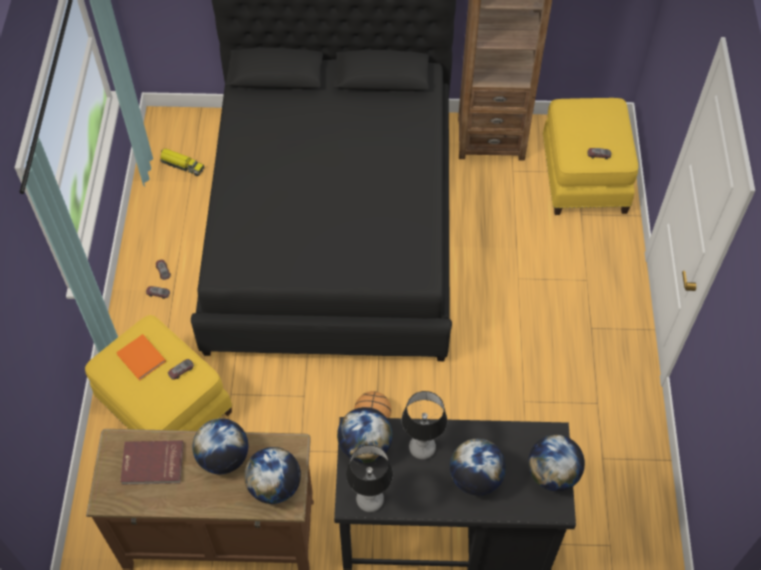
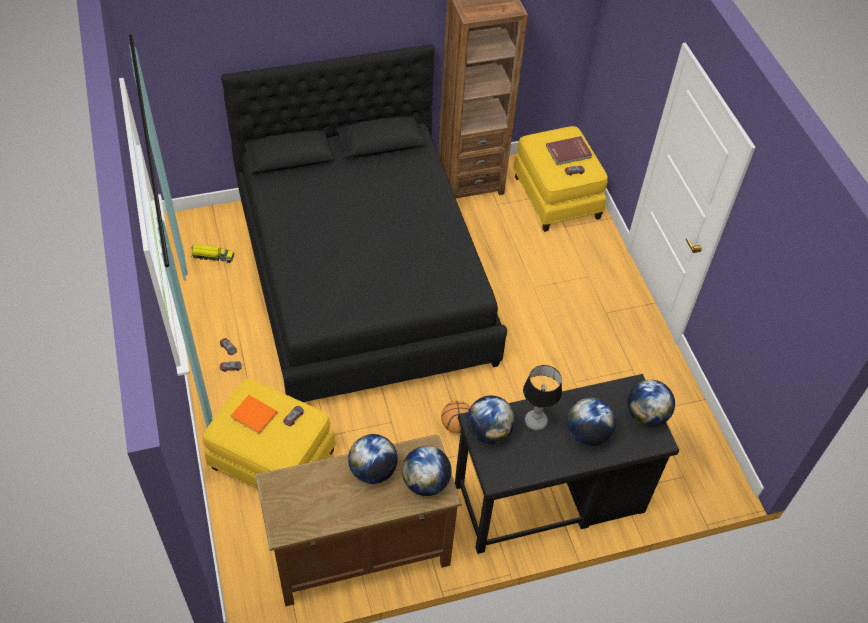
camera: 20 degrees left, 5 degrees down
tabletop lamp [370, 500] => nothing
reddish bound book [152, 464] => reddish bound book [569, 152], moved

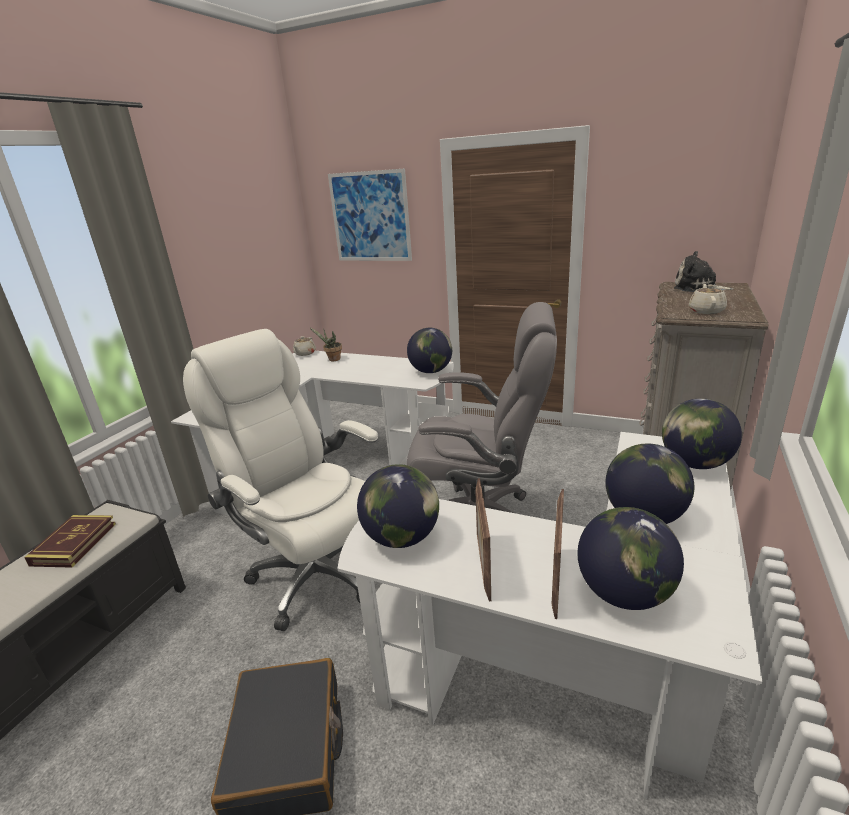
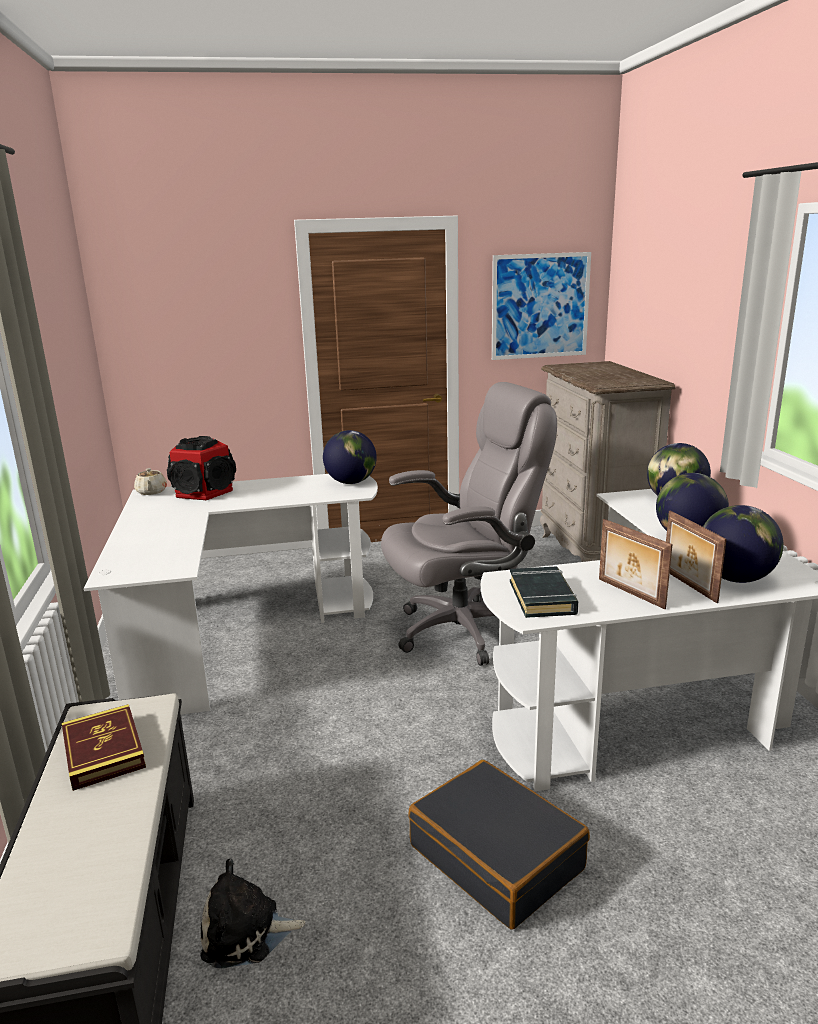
camera: 35 degrees left, 5 degrees down
white-coloured office chair [314, 575] => nothing
sand-coloured pot for tea [706, 311] => nothing
wall art [370, 217] => wall art [540, 306], moved
soft toy [698, 288] => soft toy [246, 933], moved
houseplant [332, 359] => loudspeaker [205, 492]
world globe [402, 538] => black-coloured bound book [542, 597]

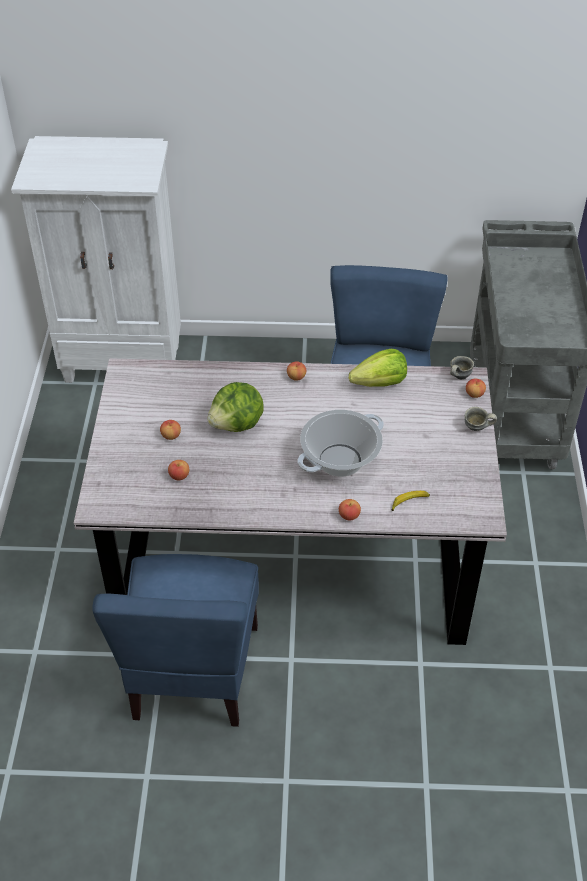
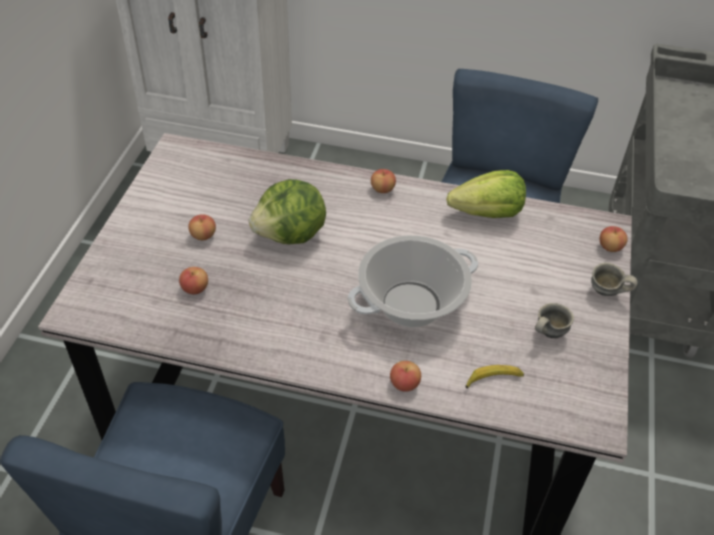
camera: 10 degrees right, 0 degrees up
gray tea mug [458, 377] => gray tea mug [547, 332], moved

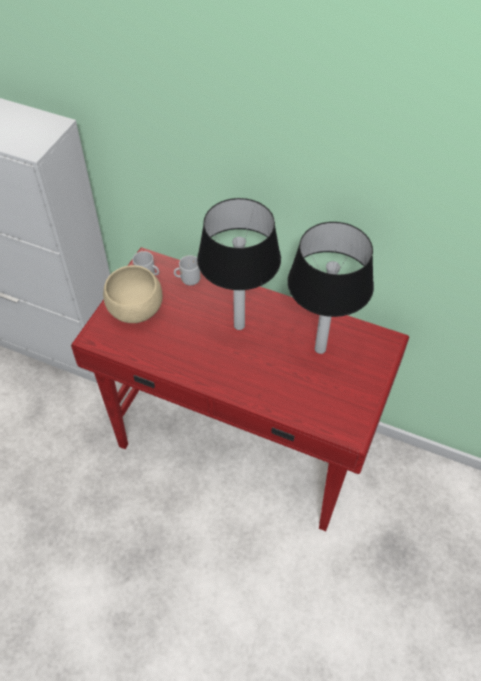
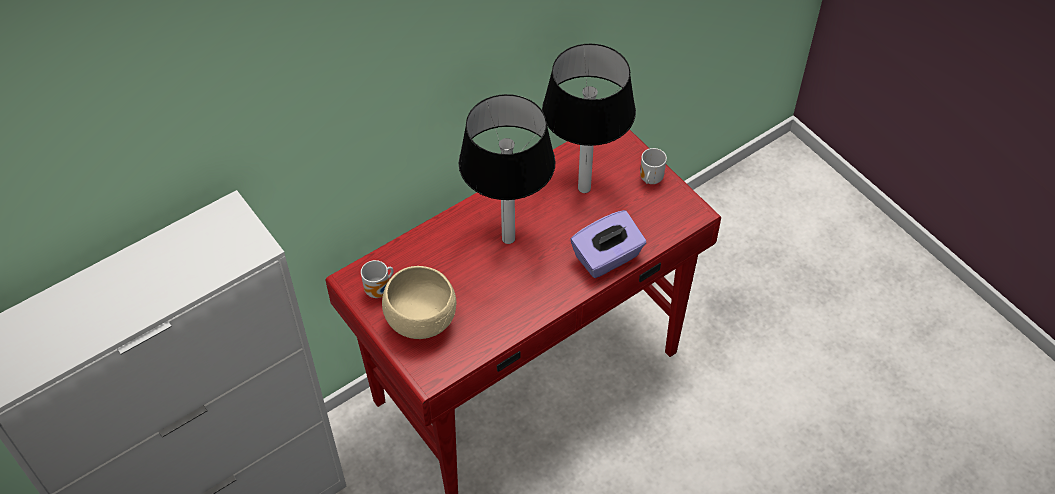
camera: 60 degrees left, 0 degrees up
nothing => purple-coloured tissue holder [607, 258]
tea mug [189, 280] => tea mug [649, 179], moved

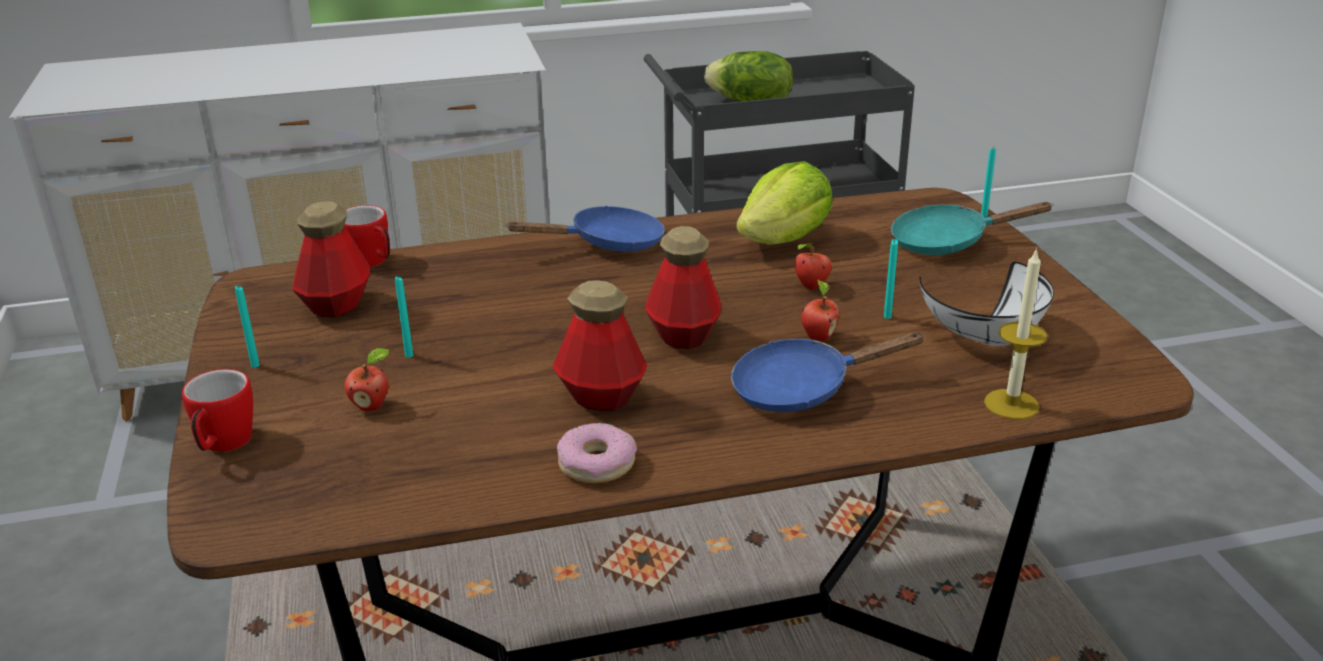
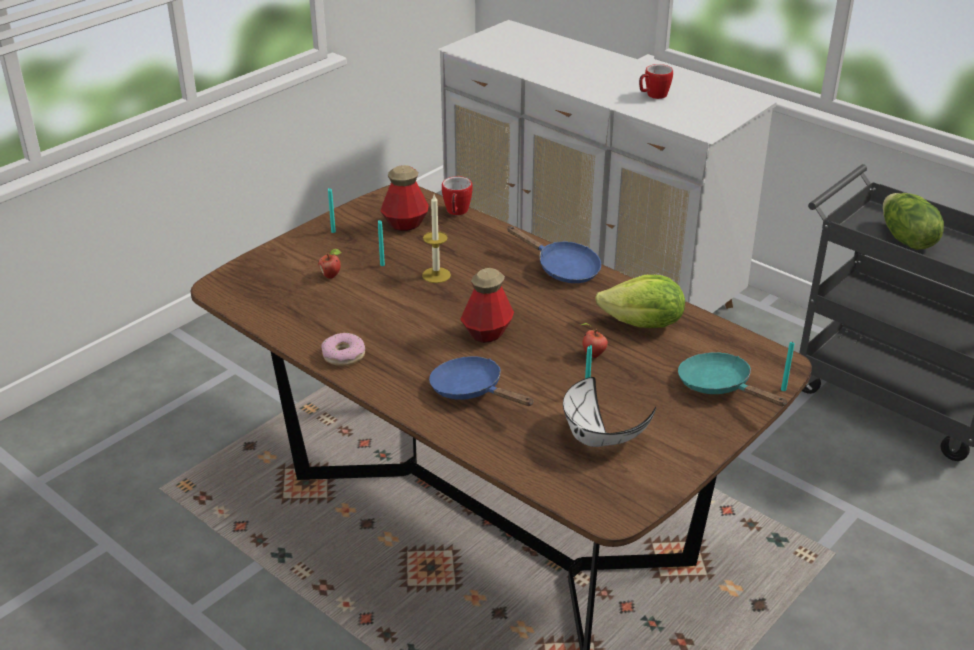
camera: 55 degrees right, 5 degrees up
drink bottle [601, 396] => nothing
whole apple [818, 336] => nothing
tea mug [223, 445] => tea mug [653, 96], moved
wax candle [1011, 404] => wax candle [436, 275], moved

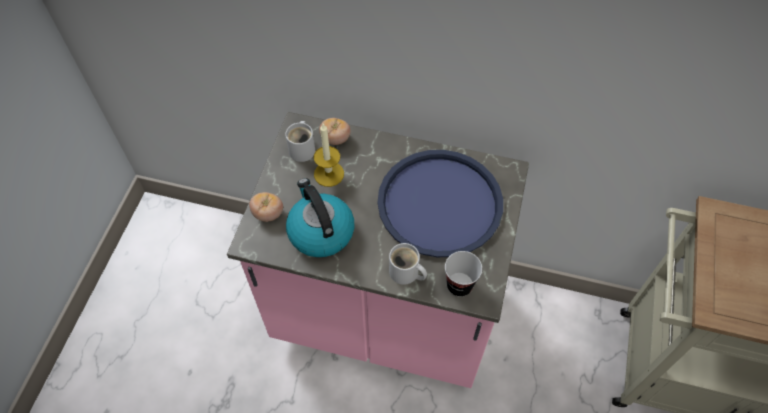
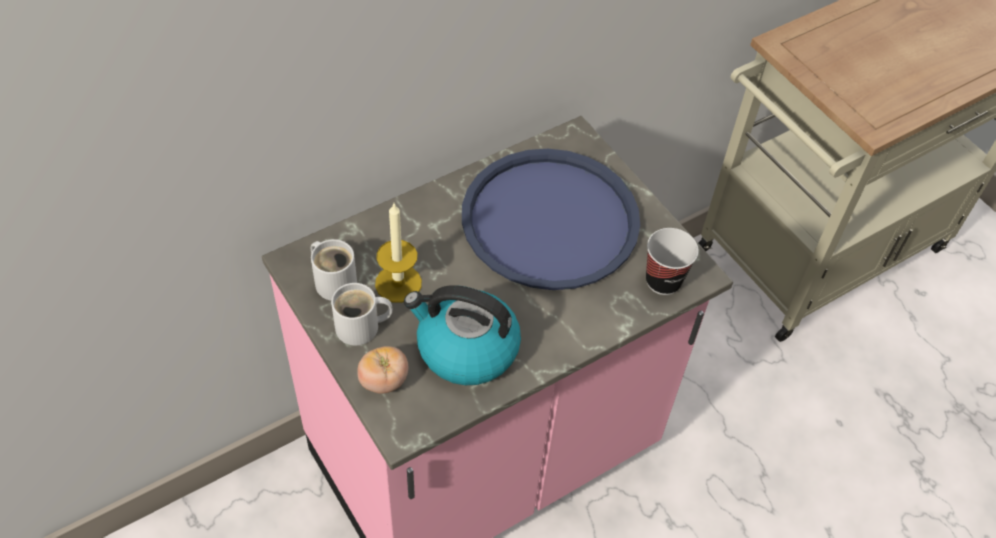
camera: 50 degrees left, 5 degrees down
whole tomato [335, 139] => nothing
white-coloured tea mug [405, 273] => white-coloured tea mug [361, 328], moved

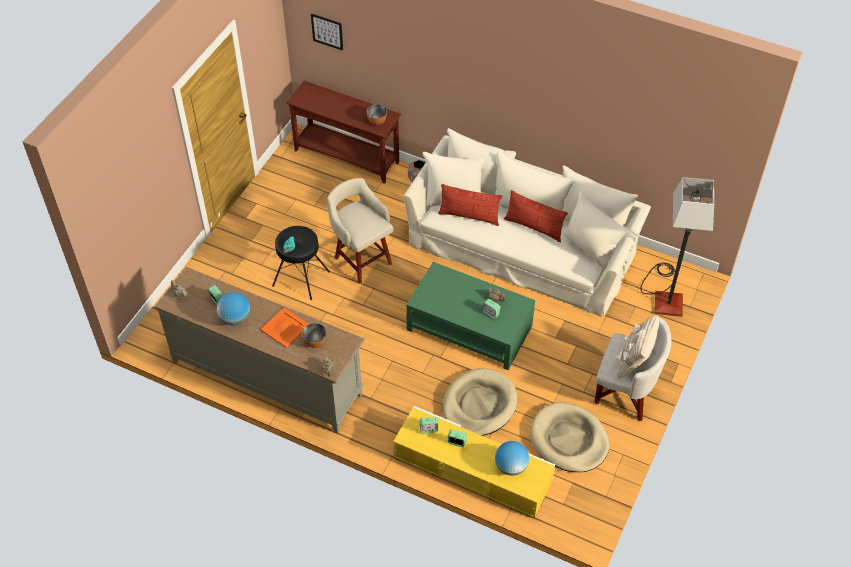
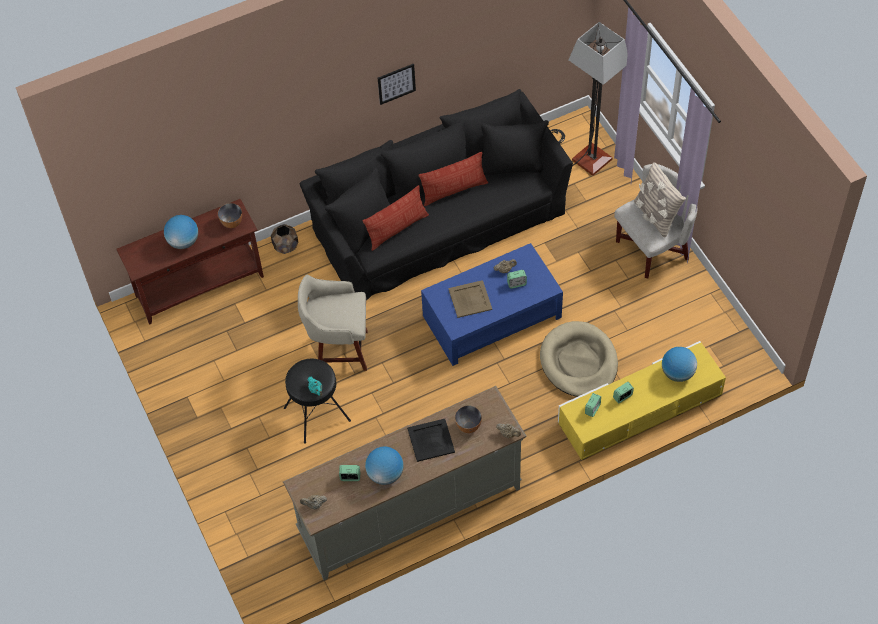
camera: 50 degrees left, 5 degrees up
sand-coloured dog bed [569, 440] => nothing
nothing => world globe [183, 242]
nothing => sand-coloured serving tray [470, 299]
wall art [327, 31] => wall art [396, 83], moved
orangey serving tray [285, 328] => black-coloured serving tray [431, 440]
sand-coloured couch [522, 247] => black-coloured couch [439, 220]
green low table [469, 328] => blue-coloured low table [492, 317]

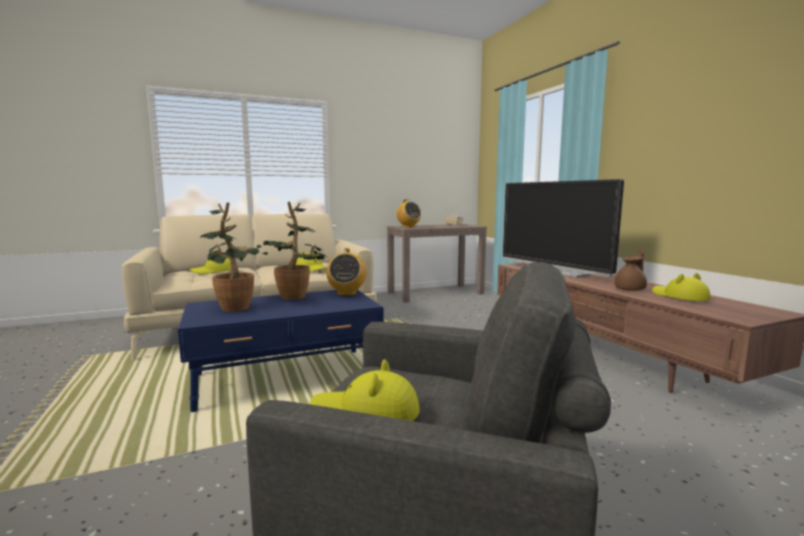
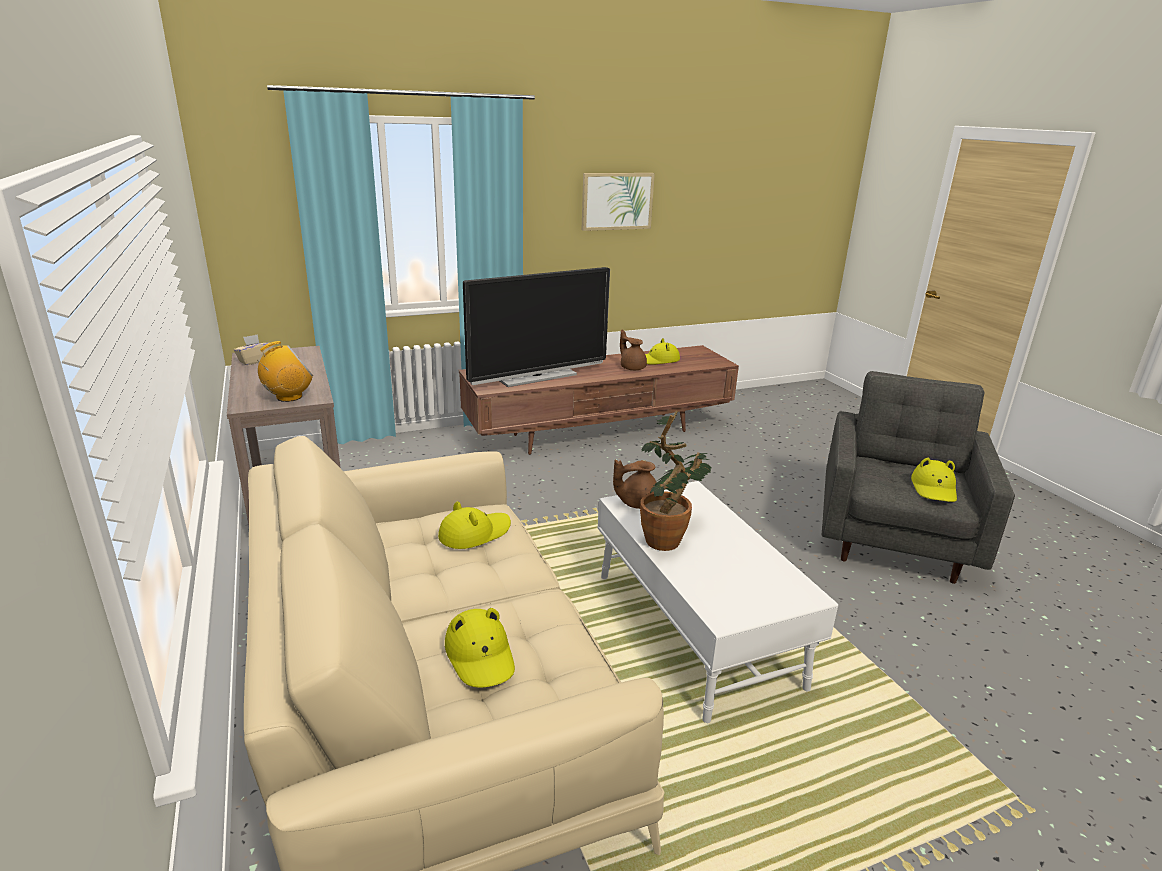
camera: 90 degrees left, 15 degrees up
houseplant [234, 306] => nothing
nothing => wall art [617, 201]
radio receiver [346, 293] => brown-coloured pot for tea [636, 502]
blue-coloured low table [287, 377] => white-coloured low table [694, 627]

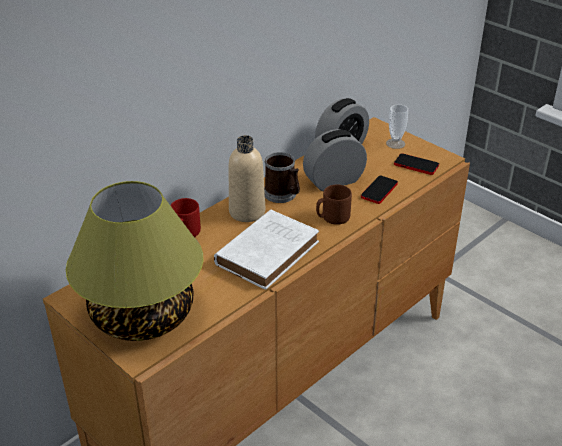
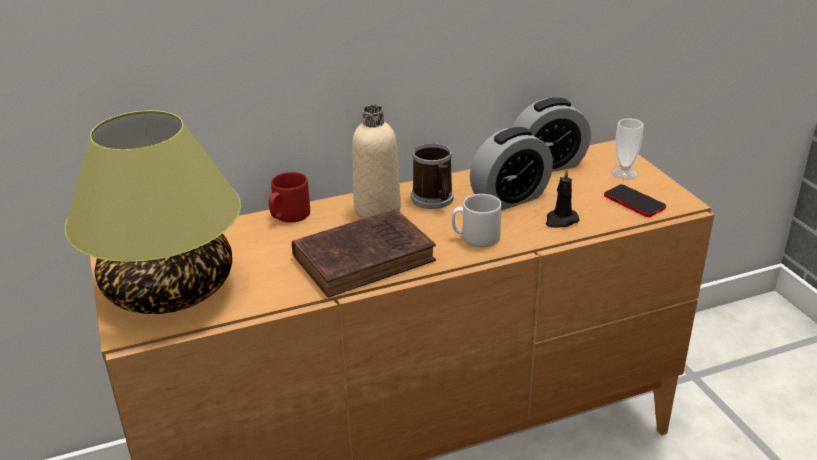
camera: 25 degrees right, 5 degrees down
handset [379, 190] => black-coloured wax candle [561, 220]
white-coloured bound book [269, 252] => brown-coloured bound book [367, 257]
brown-coloured tea mug [332, 217] => gray tea mug [475, 238]
bedside clock [334, 181] => bedside clock [510, 198], 150 degrees clockwise

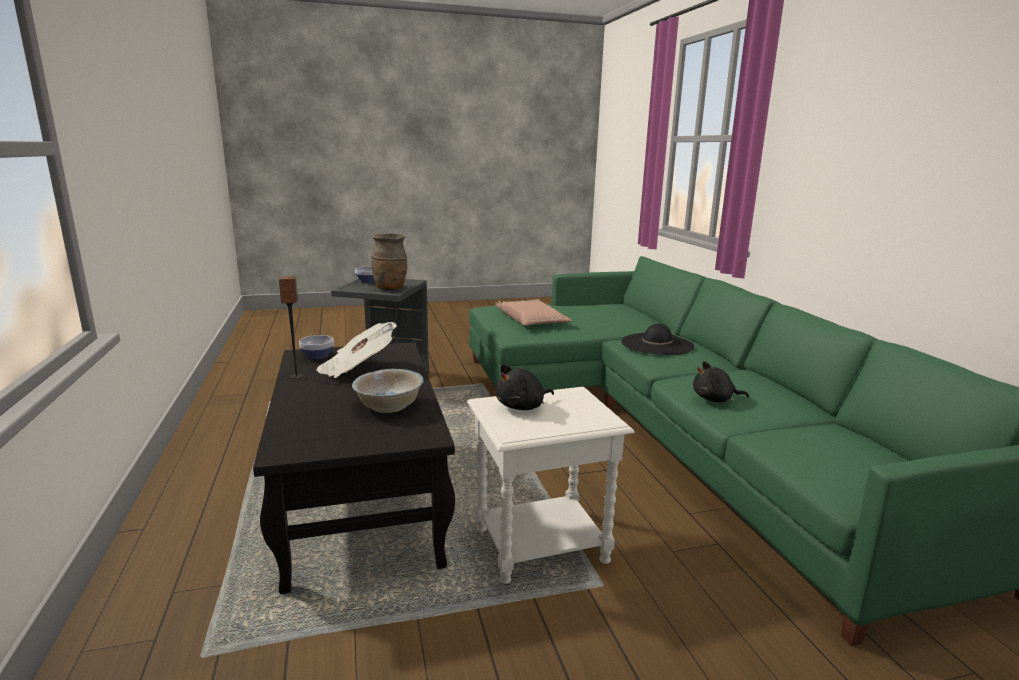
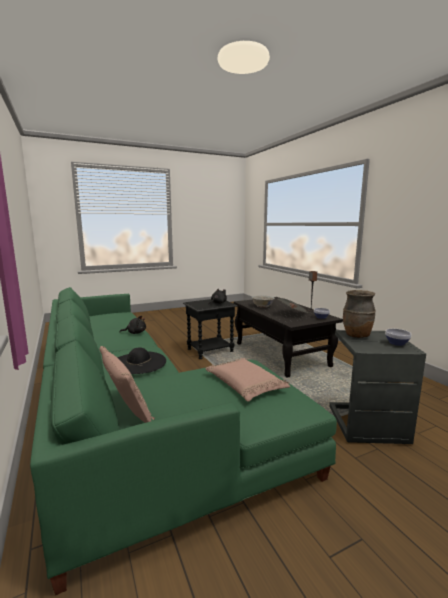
camera: 170 degrees right, 5 degrees down
nothing => sand-coloured pillow [126, 408]
white-coloured end table [541, 545] => black-coloured end table [210, 350]

